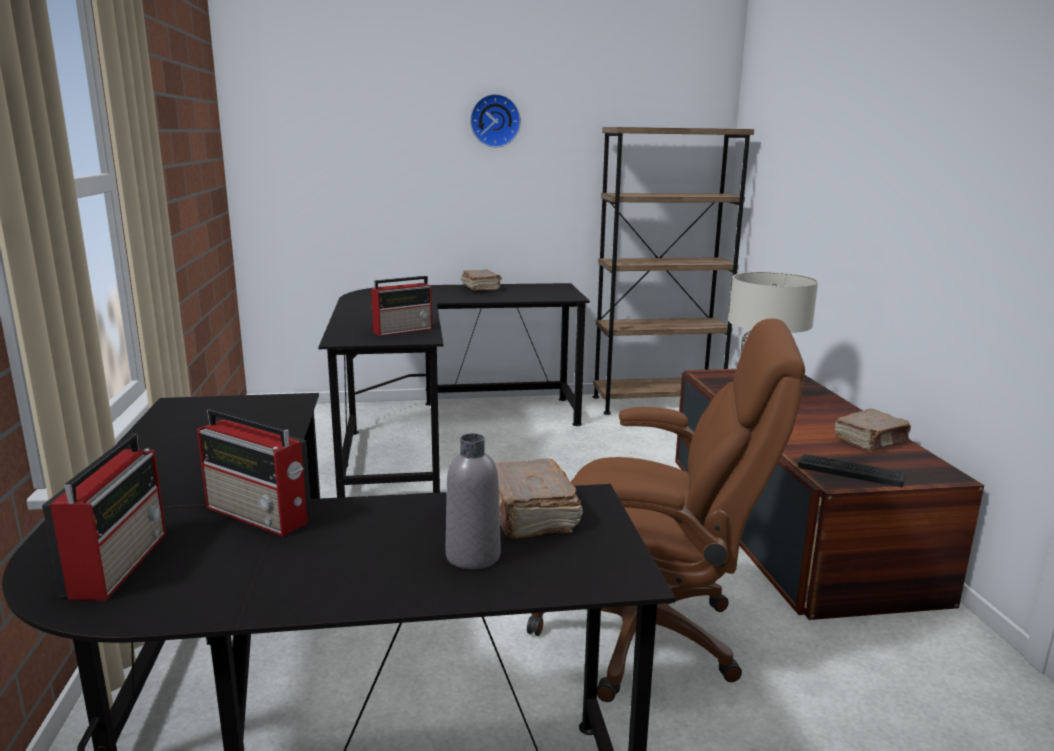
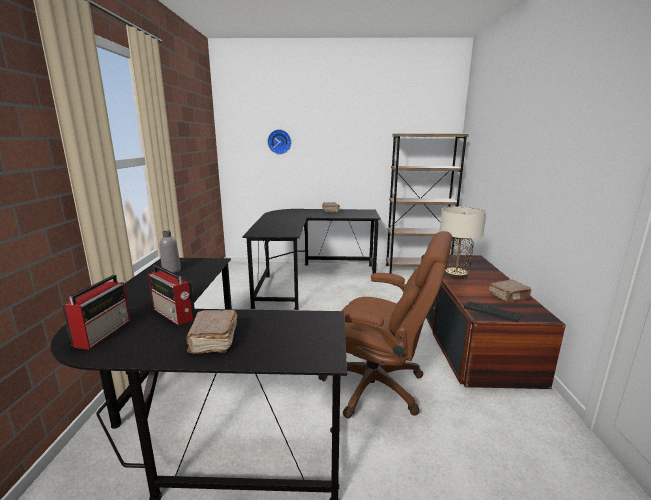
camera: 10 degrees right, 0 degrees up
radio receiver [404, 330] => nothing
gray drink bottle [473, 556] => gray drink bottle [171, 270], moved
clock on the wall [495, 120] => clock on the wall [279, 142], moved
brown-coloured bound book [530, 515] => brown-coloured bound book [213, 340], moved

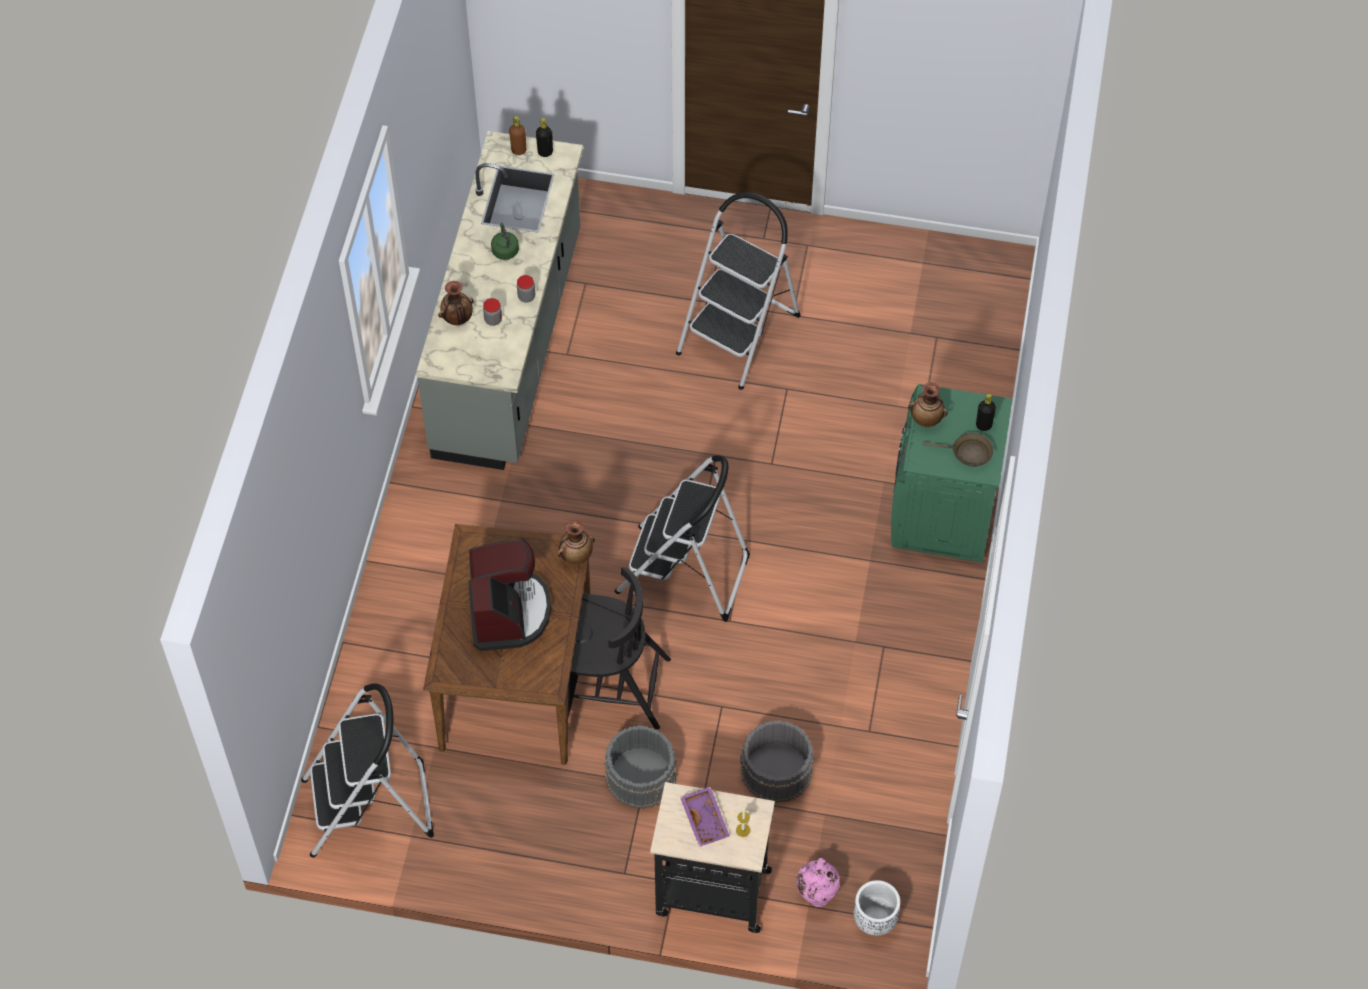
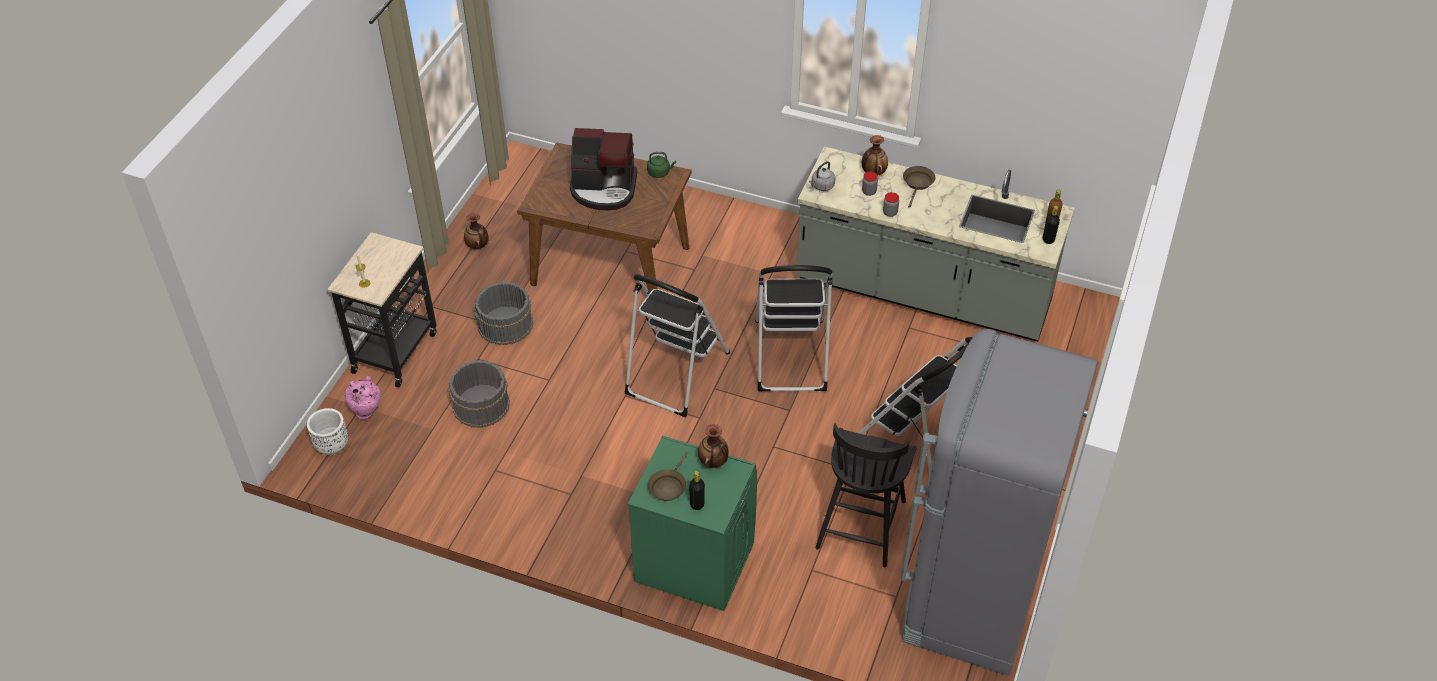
camera: 100 degrees right, 10 degrees down
purple-coloured serving tray [705, 819] => nothing
nothing => gray kettle [821, 186]
nothing => gray kitchen fridge [970, 600]
nothing => brown-coloured skillet [918, 184]
step stool [371, 808] => step stool [789, 357], moved
green kettle [505, 250] => green kettle [660, 172], moved
vase [576, 555] => vase [477, 246], moved
black-coloured upright chair [614, 687] => black-coloured upright chair [861, 522], moved

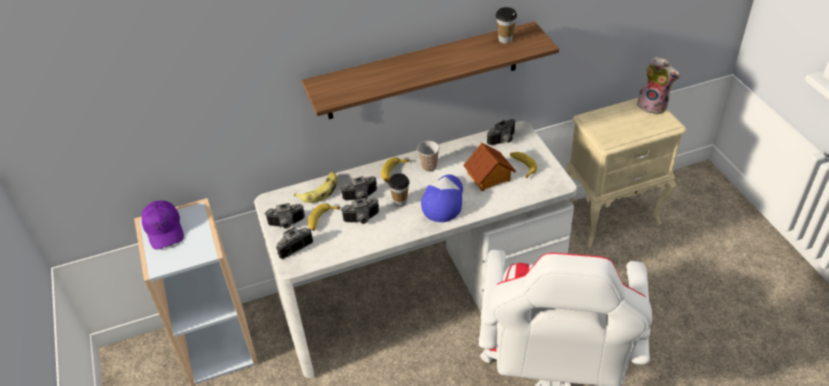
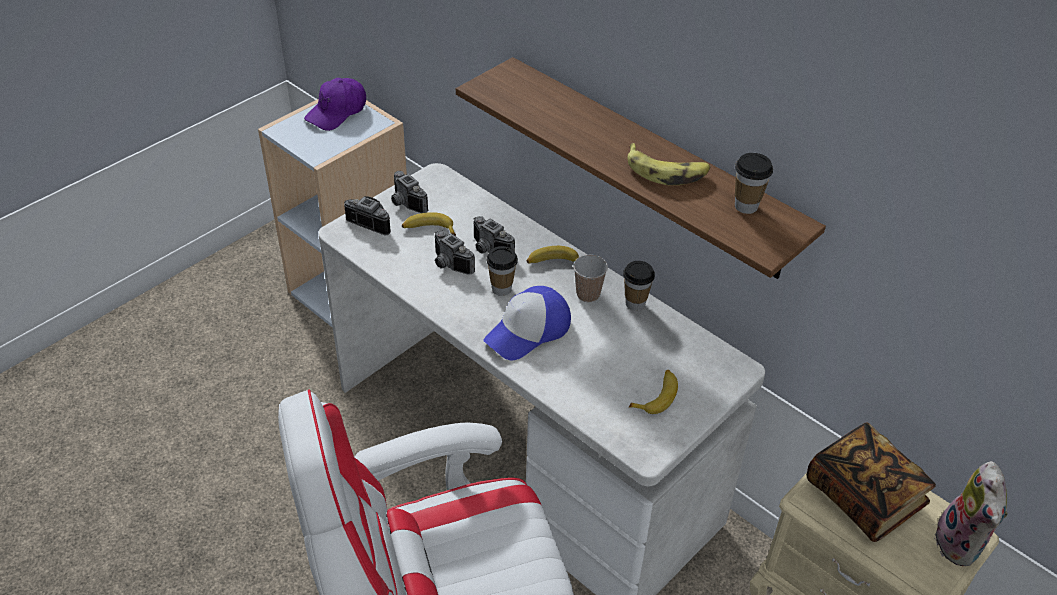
camera: 60 degrees right, 0 degrees up
miniature house [489, 177] => nothing
photo camera [504, 140] => nothing
nothing => cup [635, 303]
nothing => bound book [863, 496]
banana [320, 191] => banana [667, 171], moved
cap [443, 201] => cap [528, 331], 150 degrees clockwise

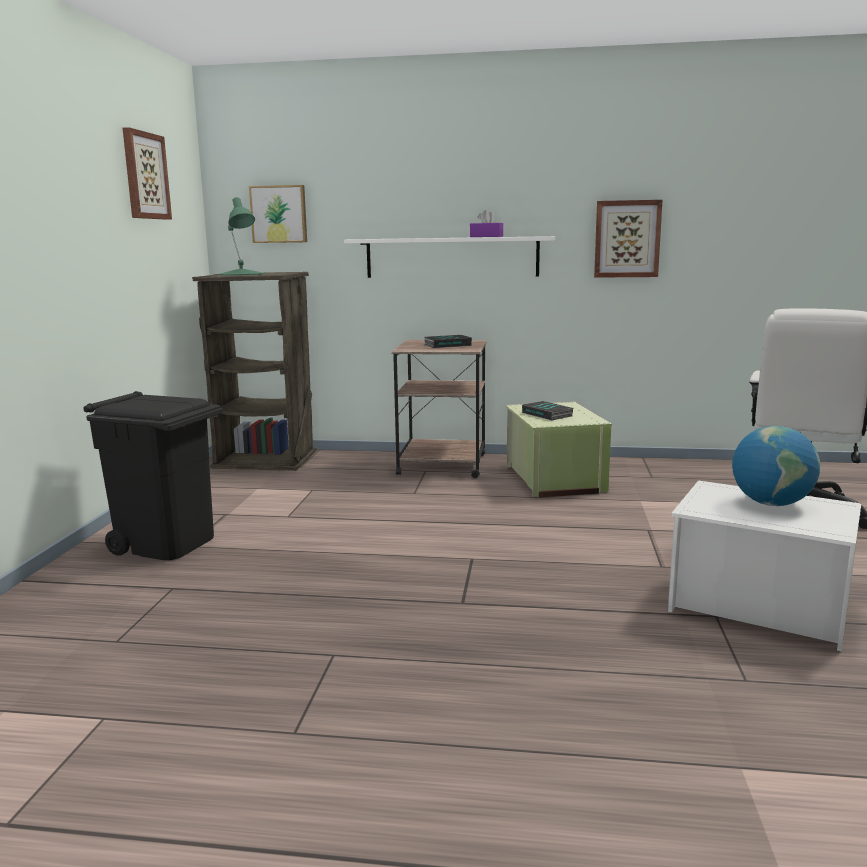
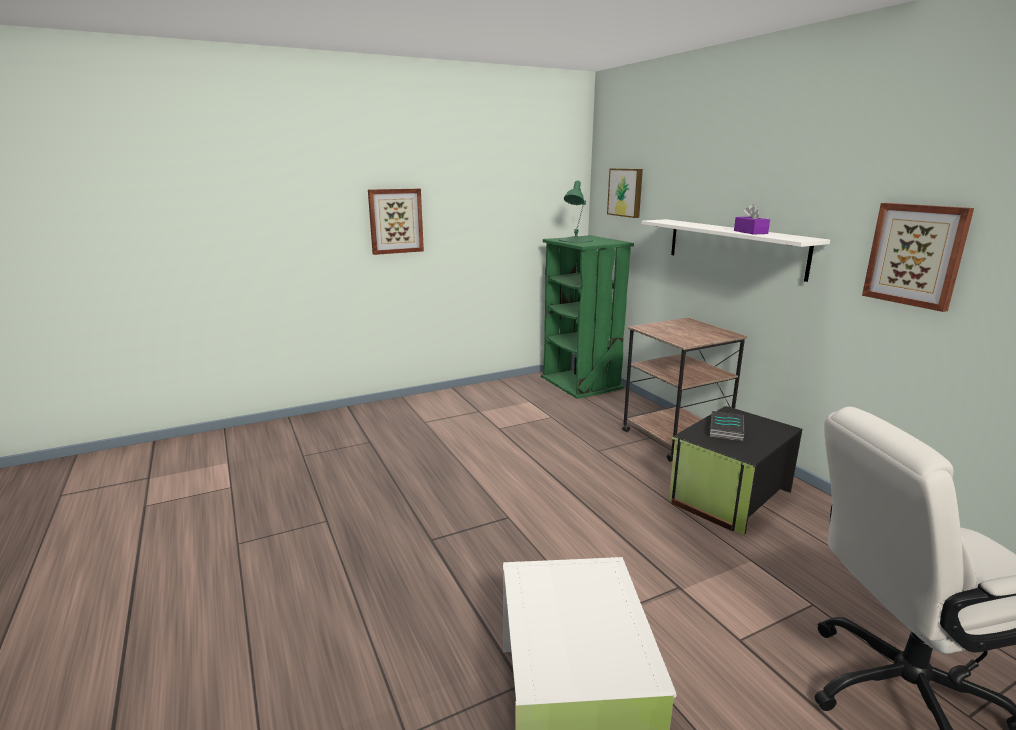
camera: 55 degrees right, 5 degrees up
black-coloured waste bin [167, 543] => nothing
bound book [447, 345] => nothing
world globe [771, 503] => nothing
wall art [145, 176] => wall art [395, 221], moved
brown-coloured bookcase [266, 459] => green bookcase [581, 383]
green storage container [553, 479] => black-coloured storage container [728, 496]

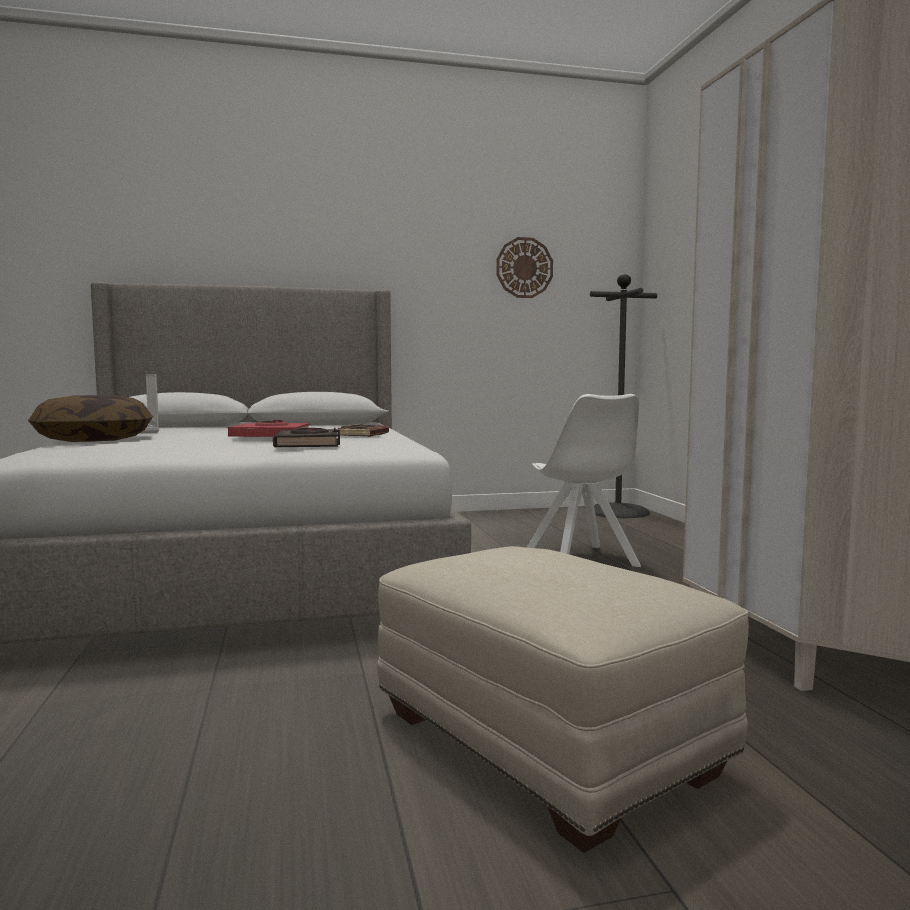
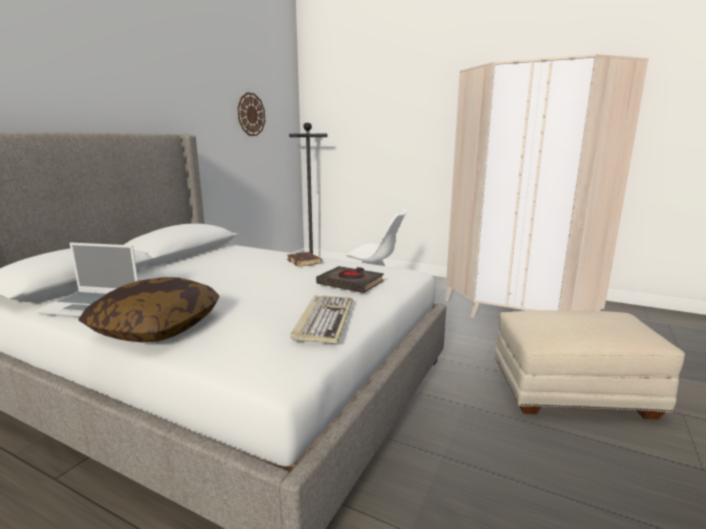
camera: 50 degrees left, 10 degrees up
reddish bound book [271, 436] => nothing
nothing => keyboard [324, 321]

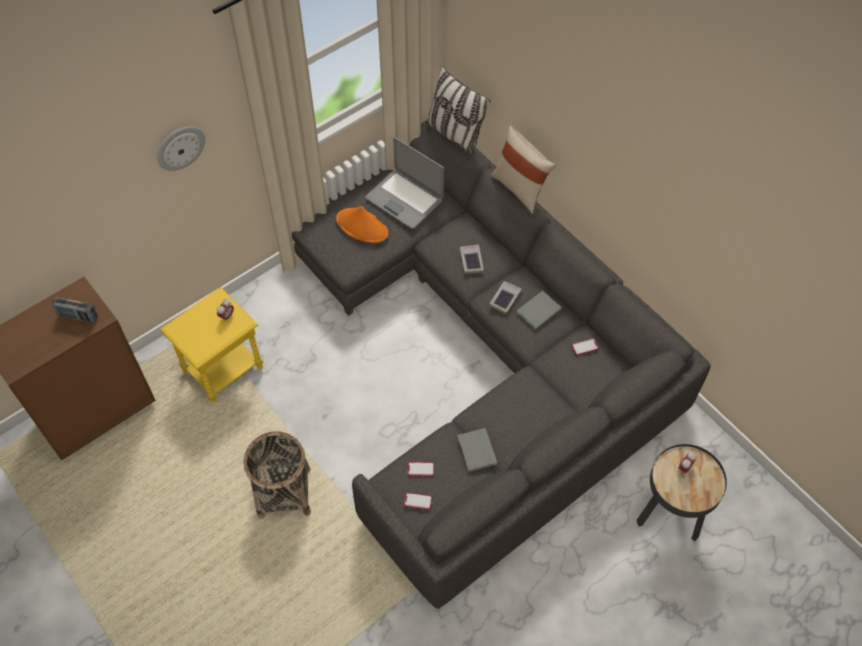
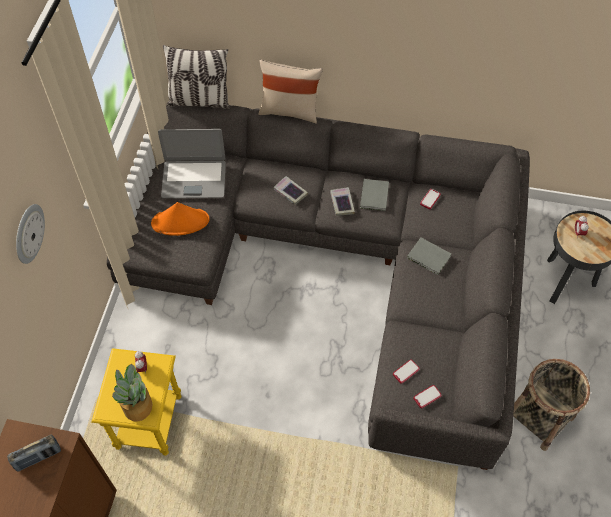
camera: 40 degrees left, 0 degrees up
nothing => houseplant [138, 405]
storage basket [284, 493] => storage basket [539, 417], moved
gray bound book [476, 452] => gray bound book [429, 258], moved

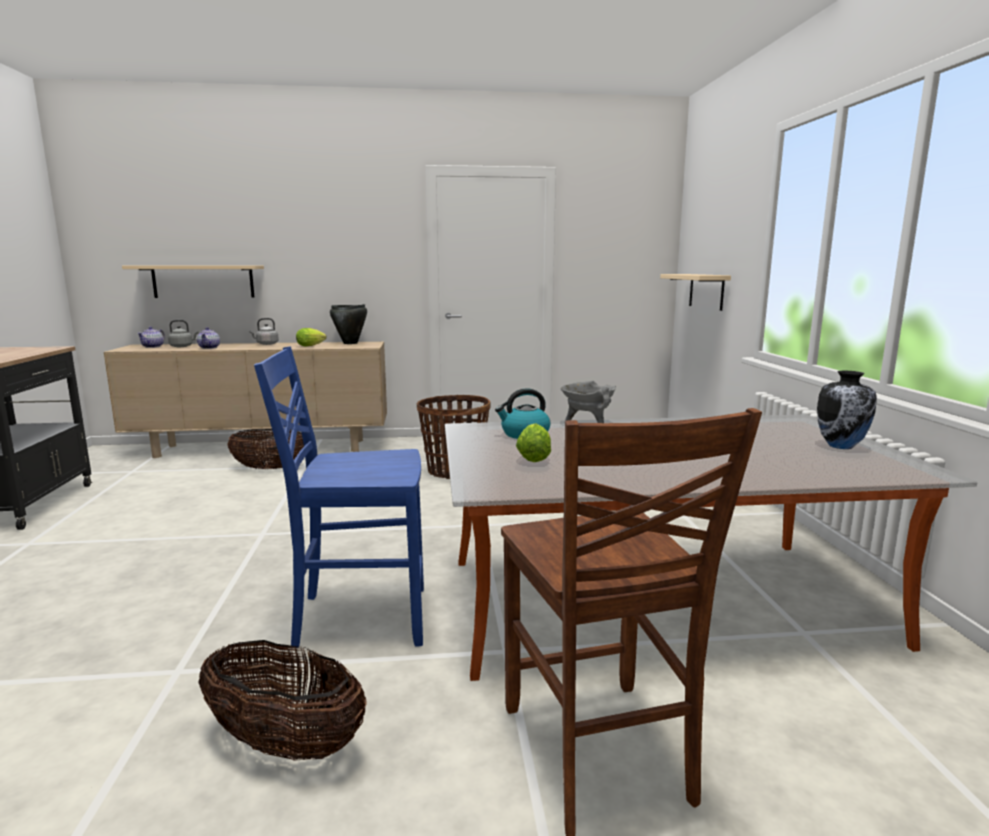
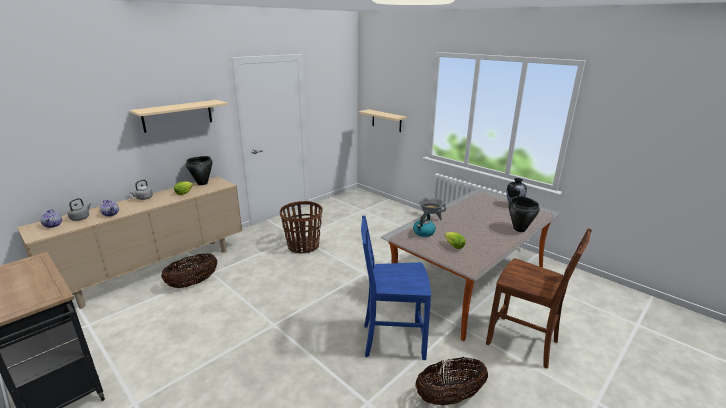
camera: 40 degrees left, 10 degrees up
nothing => black-coloured saucepot [519, 229]
sand-coloured shelf [203, 281] => sand-coloured shelf [177, 115], moved
blue-coloured upright chair [359, 617] => blue-coloured upright chair [391, 340], 45 degrees clockwise

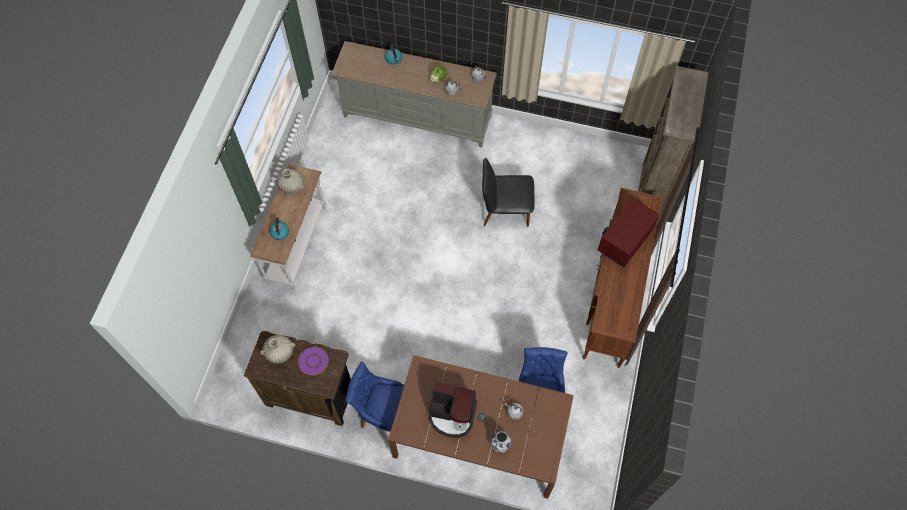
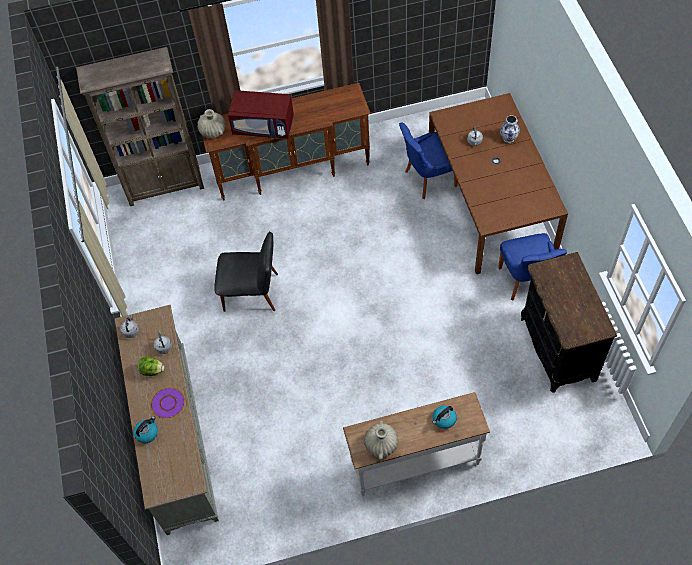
camera: 115 degrees left, 5 degrees down
coffee maker [452, 414] => nothing
sand-coloured vase [279, 352] => sand-coloured vase [213, 131], moved
purple-coloured plate [313, 361] => purple-coloured plate [168, 403], moved
black-coloured upright chair [505, 209] => black-coloured upright chair [251, 292], 60 degrees counterclockwise

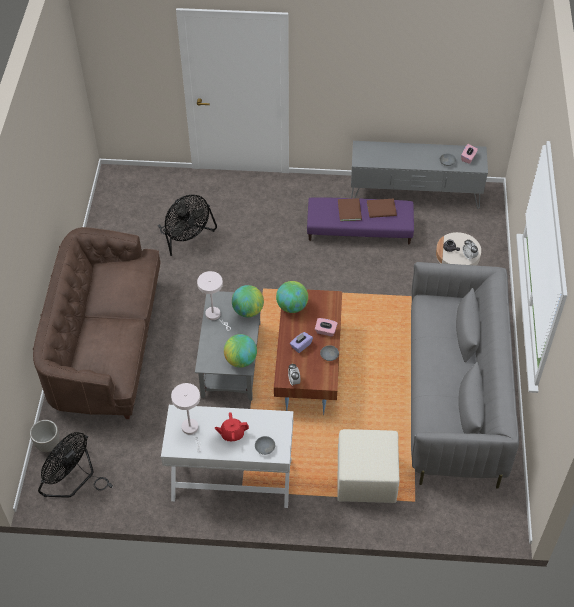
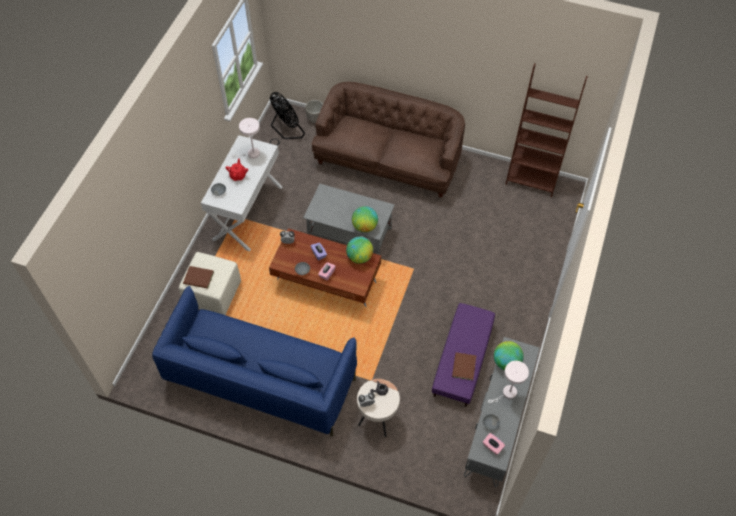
camera: 105 degrees right, 5 degrees up
black-coloured fan [184, 237] => nothing
nothing => brown-coloured bookcase [531, 180]
white-coloured tabletop lamp [215, 316] => white-coloured tabletop lamp [507, 394], moved
world globe [241, 360] => world globe [506, 362], moved
brown-coloured bound book [350, 209] => brown-coloured bound book [199, 278], moved
gray couch [454, 394] => blue-coloured couch [261, 378]

